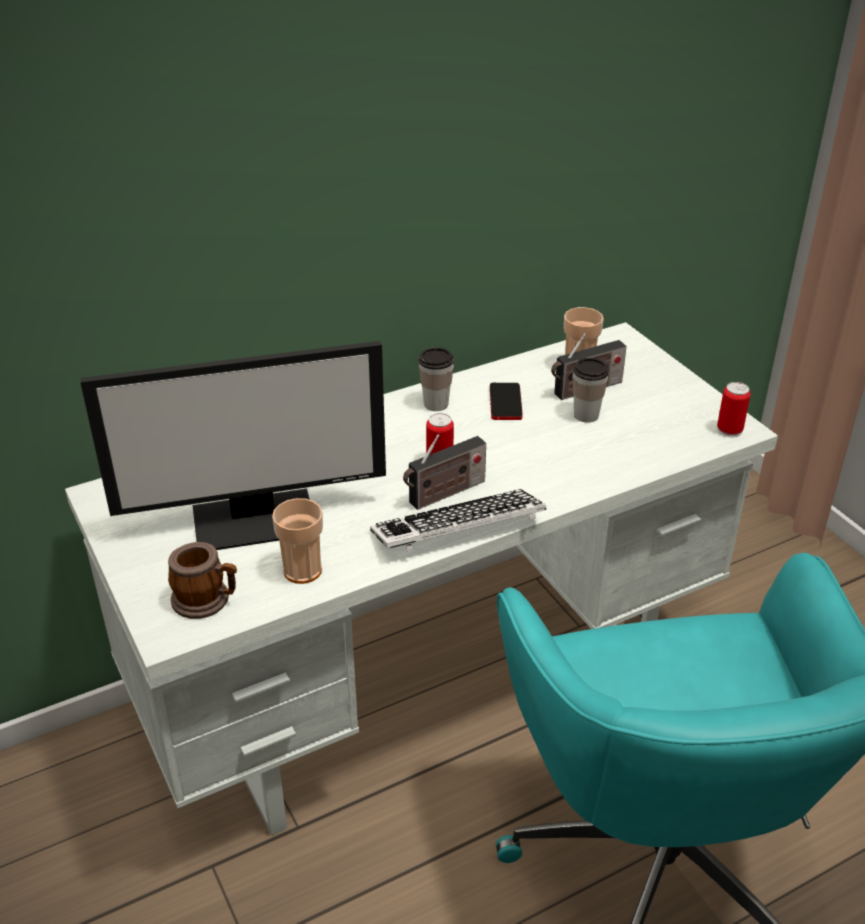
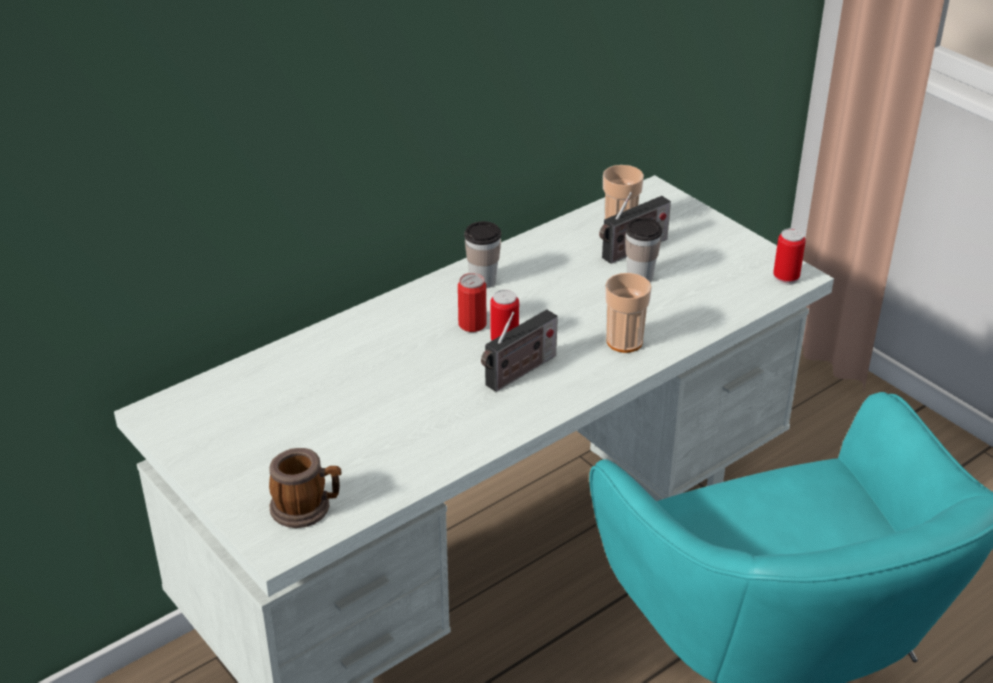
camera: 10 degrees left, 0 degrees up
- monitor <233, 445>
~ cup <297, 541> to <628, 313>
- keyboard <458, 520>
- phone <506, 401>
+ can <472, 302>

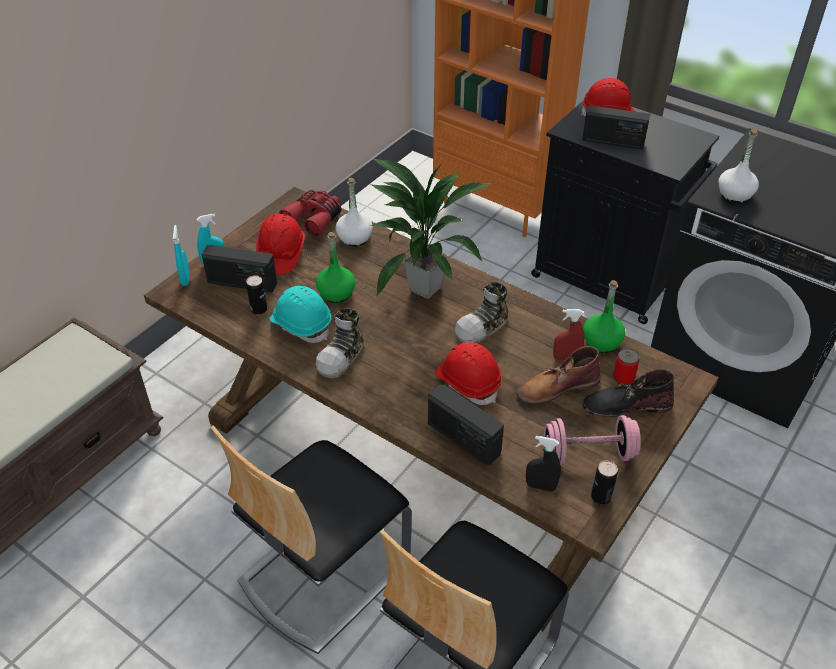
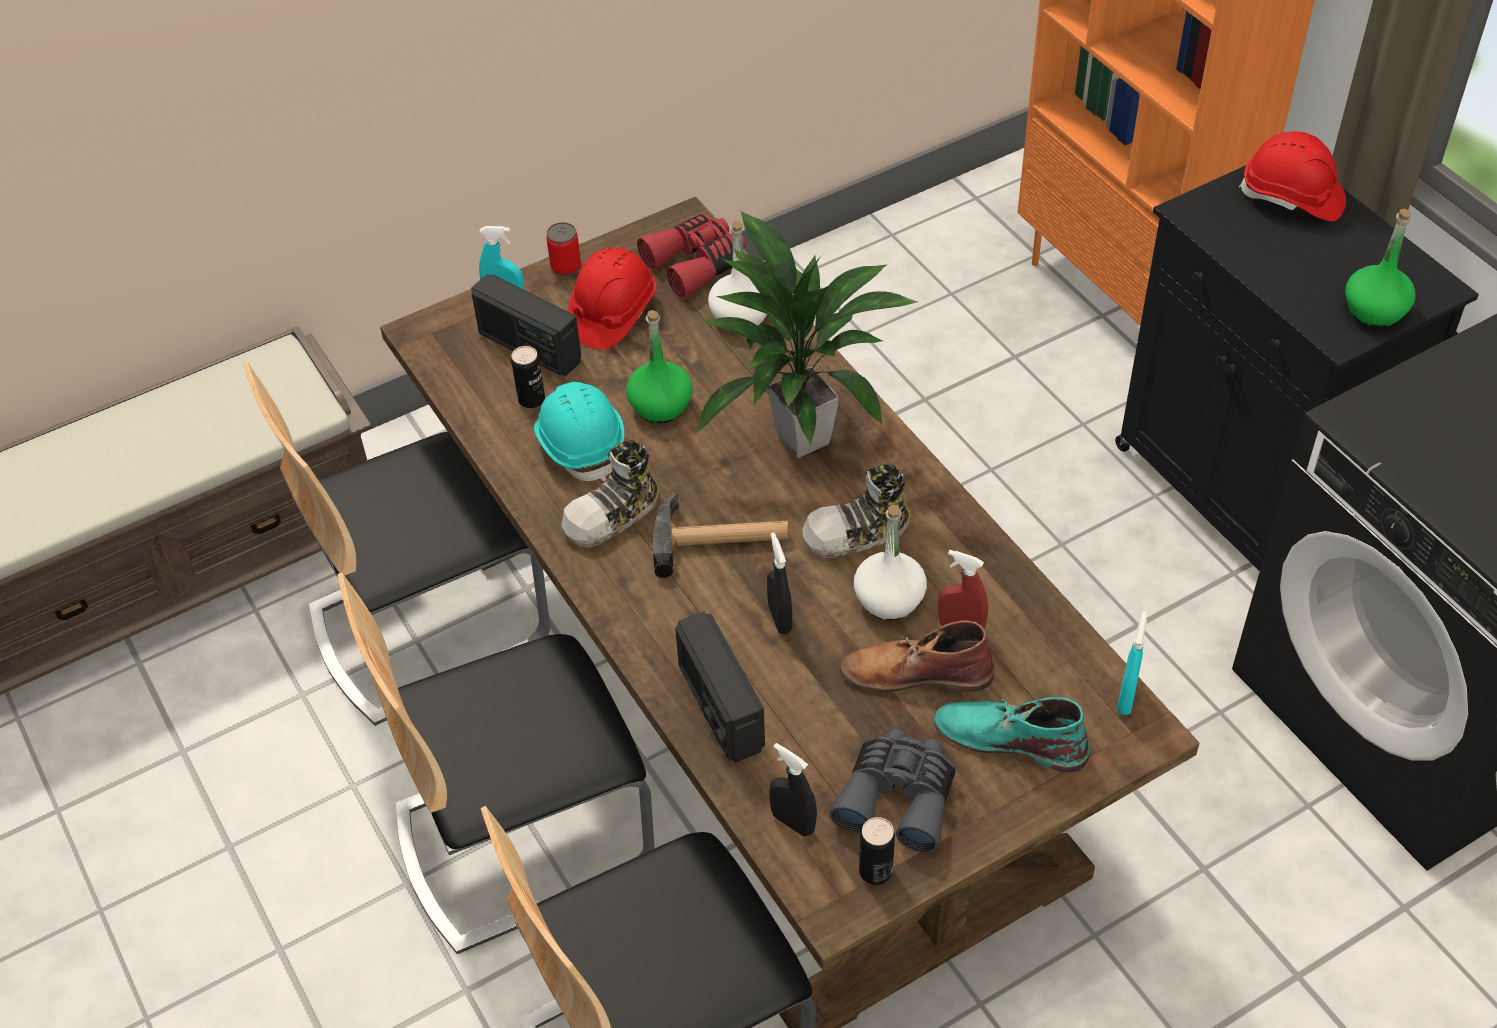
camera: 25 degrees right, 5 degrees up
~ turquoise spray bottle <181, 255> to <1132, 663>
~ red hard hat <468, 373> to black spray bottle <779, 583>
~ pink dumbbell <592, 439> to grey binoculars <892, 791>
- radio <616, 127>
~ black boot <628, 393> to turquoise boot <1012, 734>
~ green bottle <604, 316> to <1380, 268>
~ can <626, 366> to <563, 249>
~ white bottle <738, 166> to <890, 562>
+ chair <396, 544>
+ hammer <720, 535>

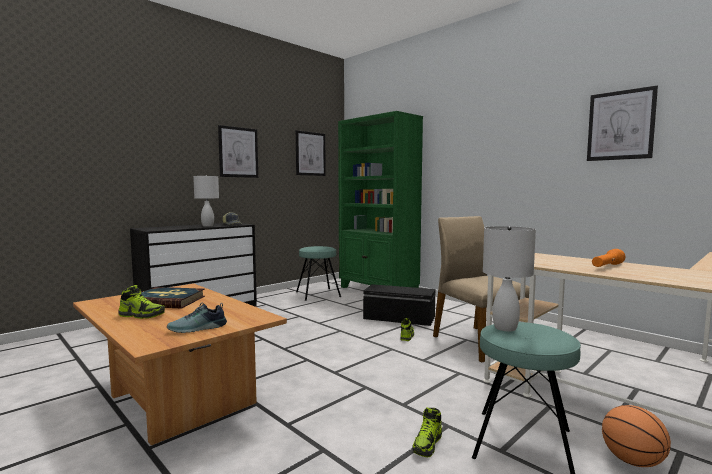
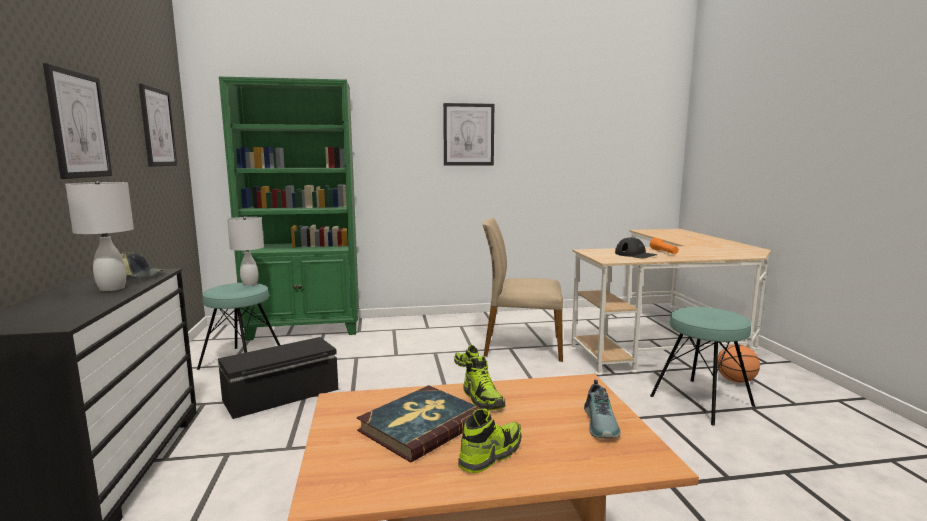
camera: 55 degrees left, 5 degrees up
~ black storage box <399, 305> to <278, 378>
~ shoe <427, 432> to <484, 383>
~ white table lamp <509, 278> to <245, 251>
~ picture <622, 123> to <468, 134>
+ black cap <636, 247>

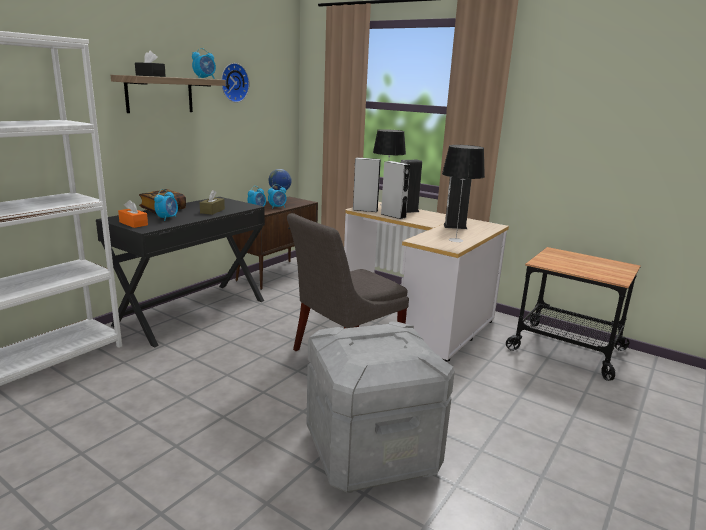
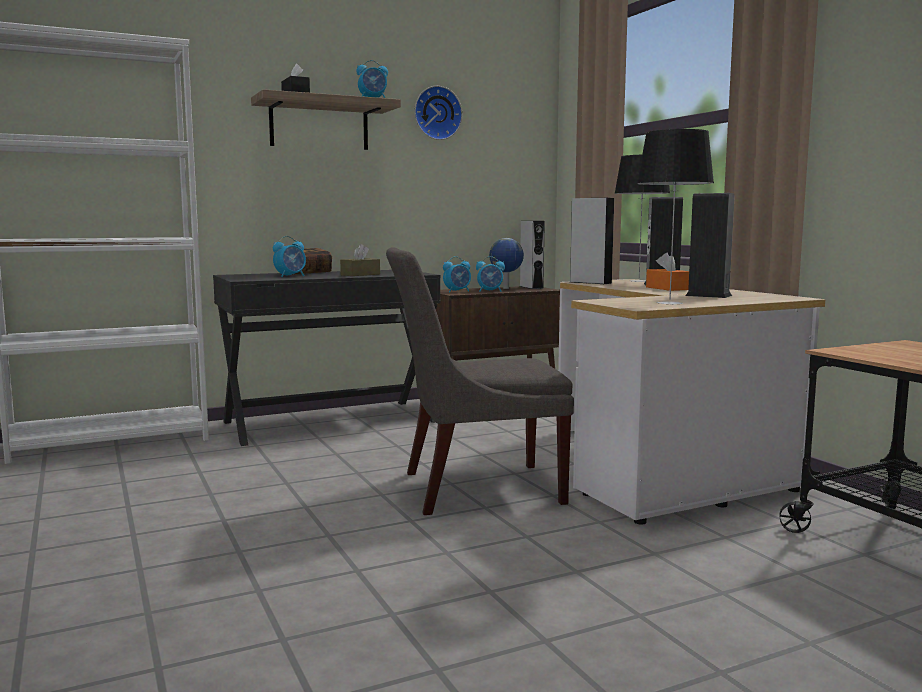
camera: 30 degrees right, 10 degrees down
~ orange tissue box <133, 214> to <667, 272>
- grey storage box <381, 407>
~ grey speaker <395, 190> to <532, 255>

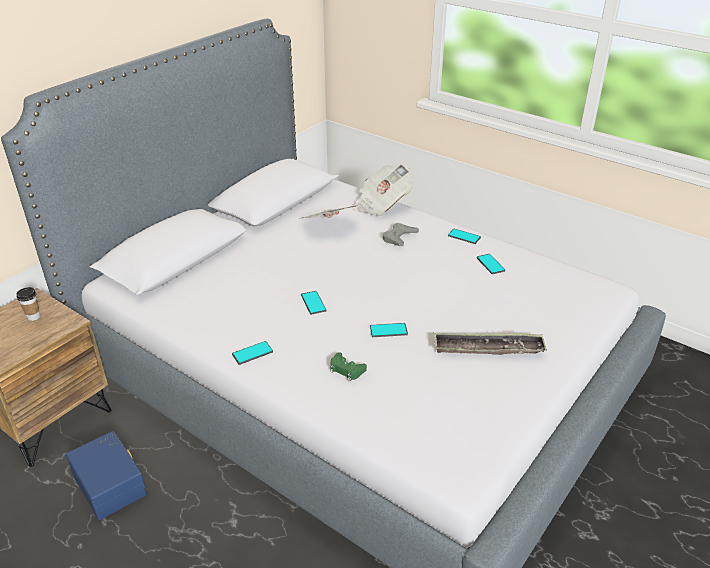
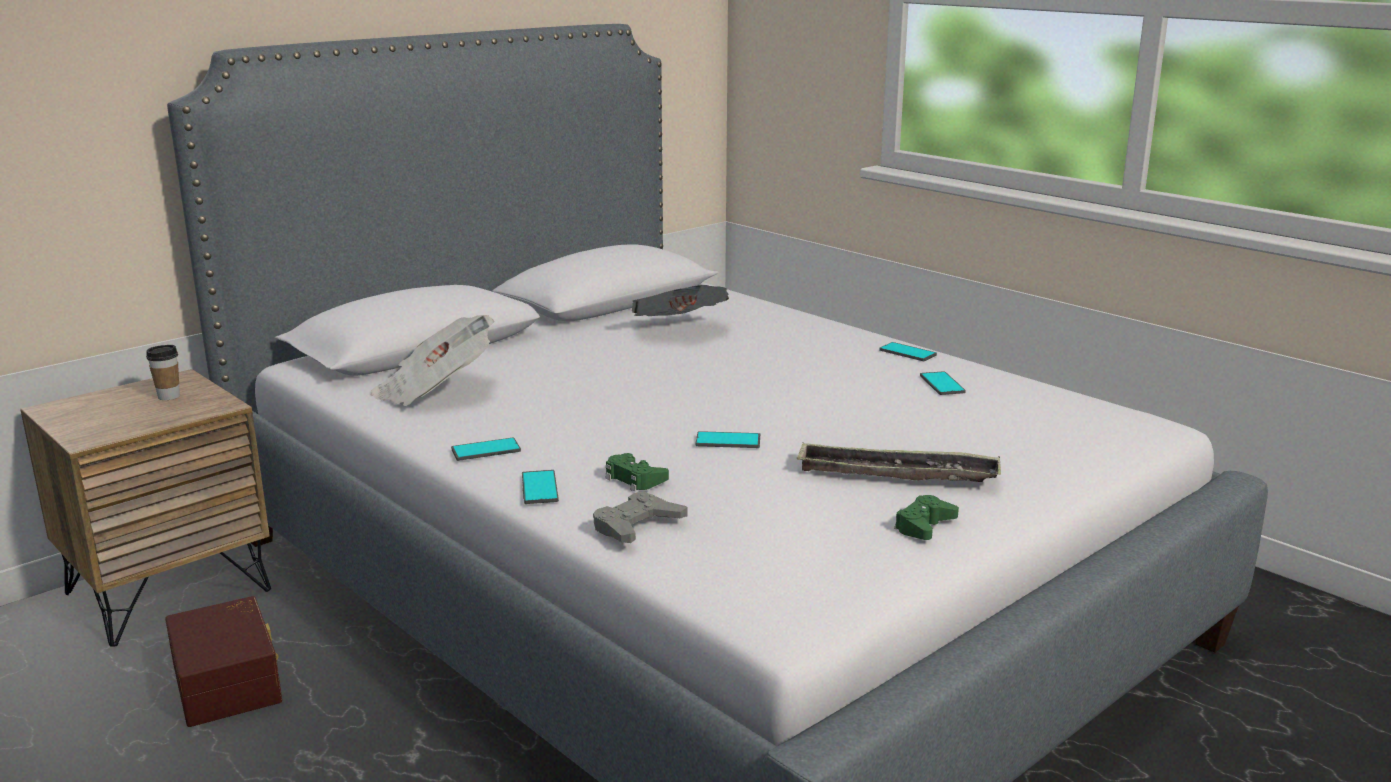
camera: 10 degrees right, 15 degrees down
~ blue storage box <106, 475> to brown storage box <223, 661>
~ phone <313, 303> to <540, 487>
~ newspaper <383, 190> to <432, 360>
~ grey game controller <401, 234> to <640, 517>
+ green game controller <926, 517>

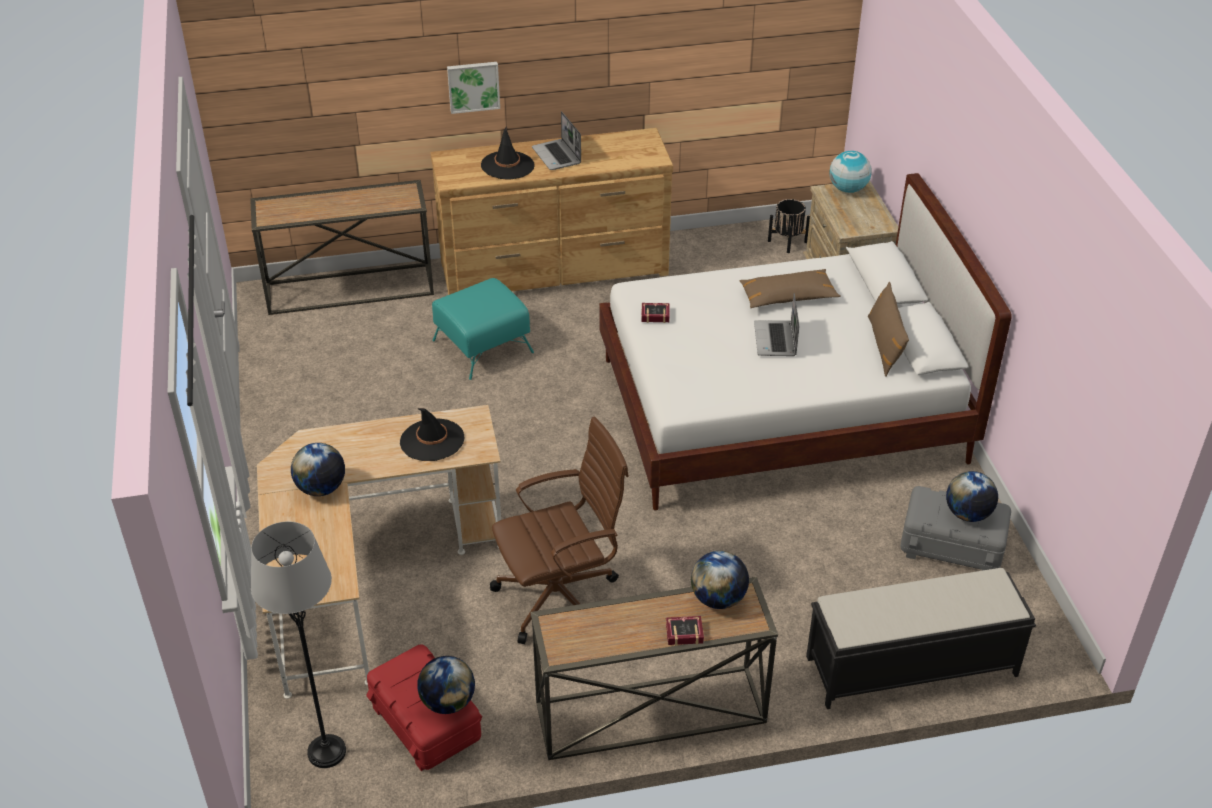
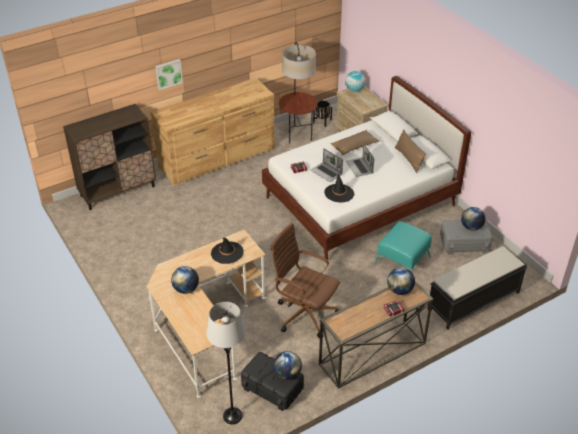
camera: 20 degrees left, 0 degrees up
~ console table <342, 247> to brown cabinet <109, 157>
~ red storage box <424, 707> to black storage box <272, 381>
~ turquoise ottoman <483, 329> to <403, 246>
~ black hat <508, 152> to <339, 188>
~ brown office chair <559, 530> = <305, 280> 105 degrees counterclockwise
~ laptop <556, 140> to <327, 165>
+ floor lamp <298, 93>

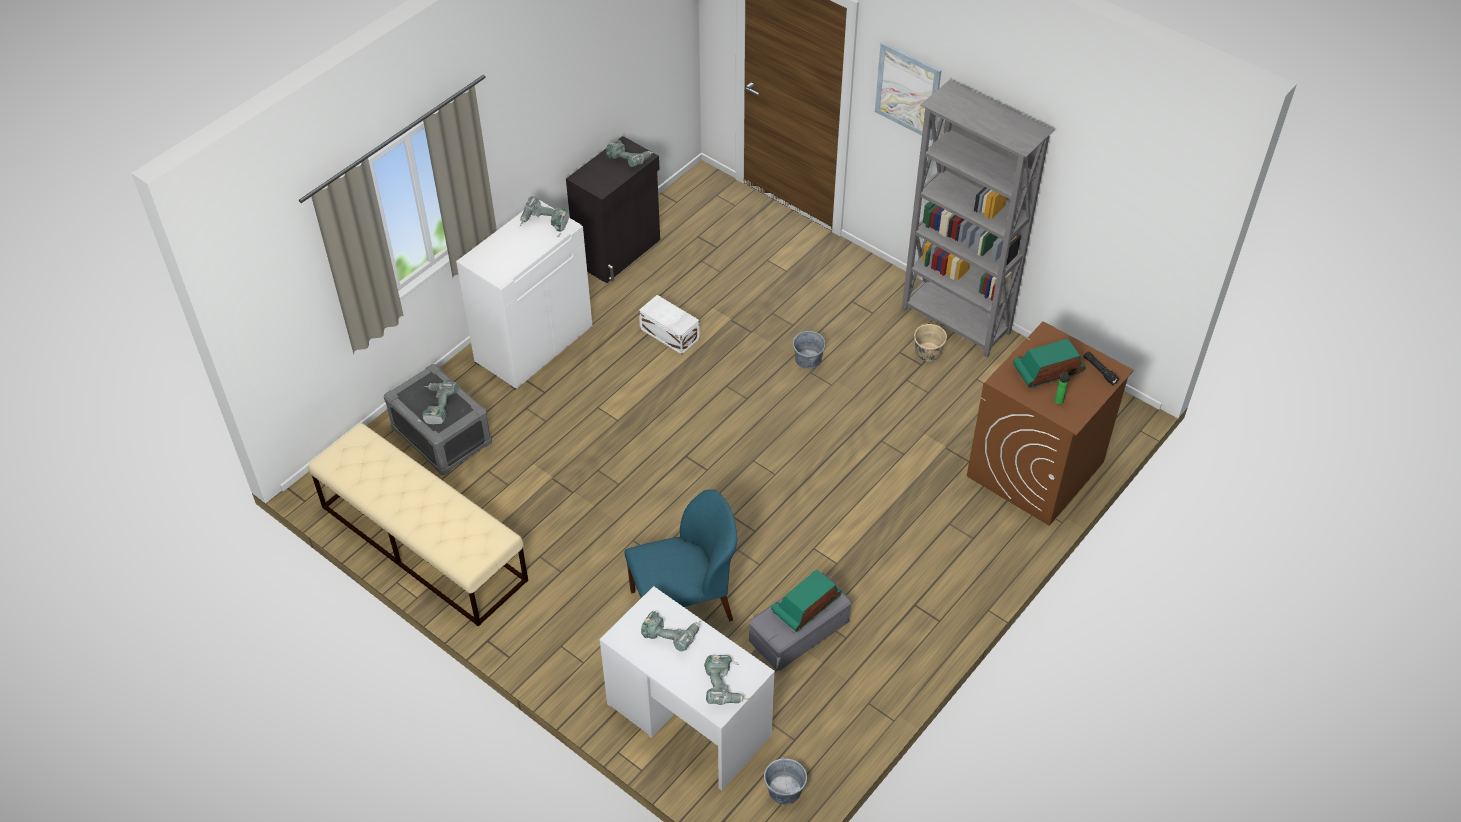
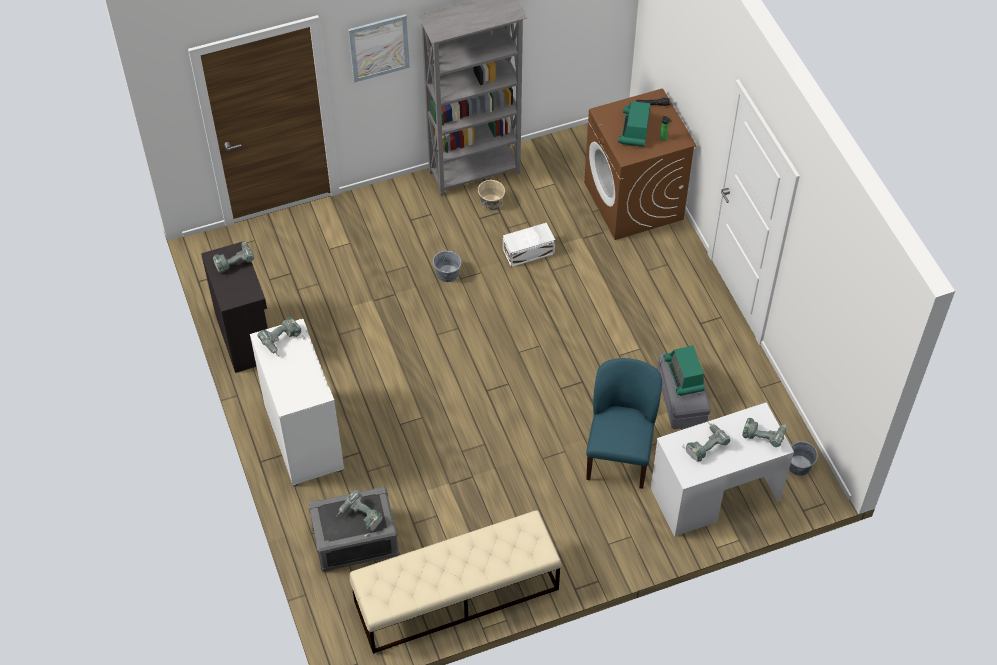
camera: 60 degrees left, 5 degrees up
~ white storage box <669, 325> to <529, 245>

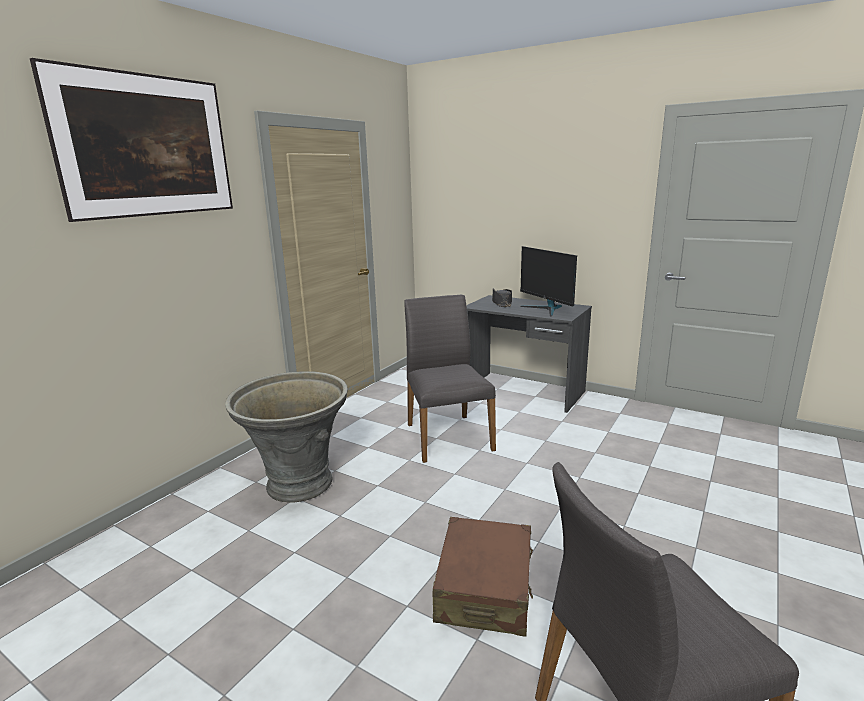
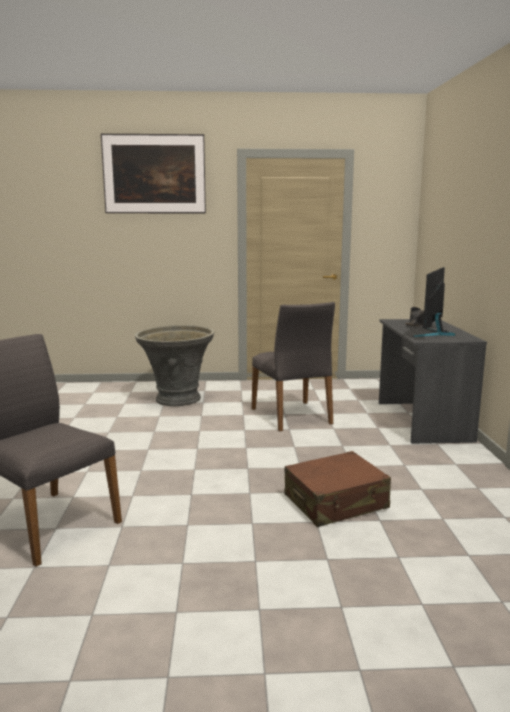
camera: 55 degrees right, 5 degrees down
~ grey chair <450, 379> = <293, 366> 120 degrees clockwise
~ brown suitcase <483, 577> to <337, 489>

